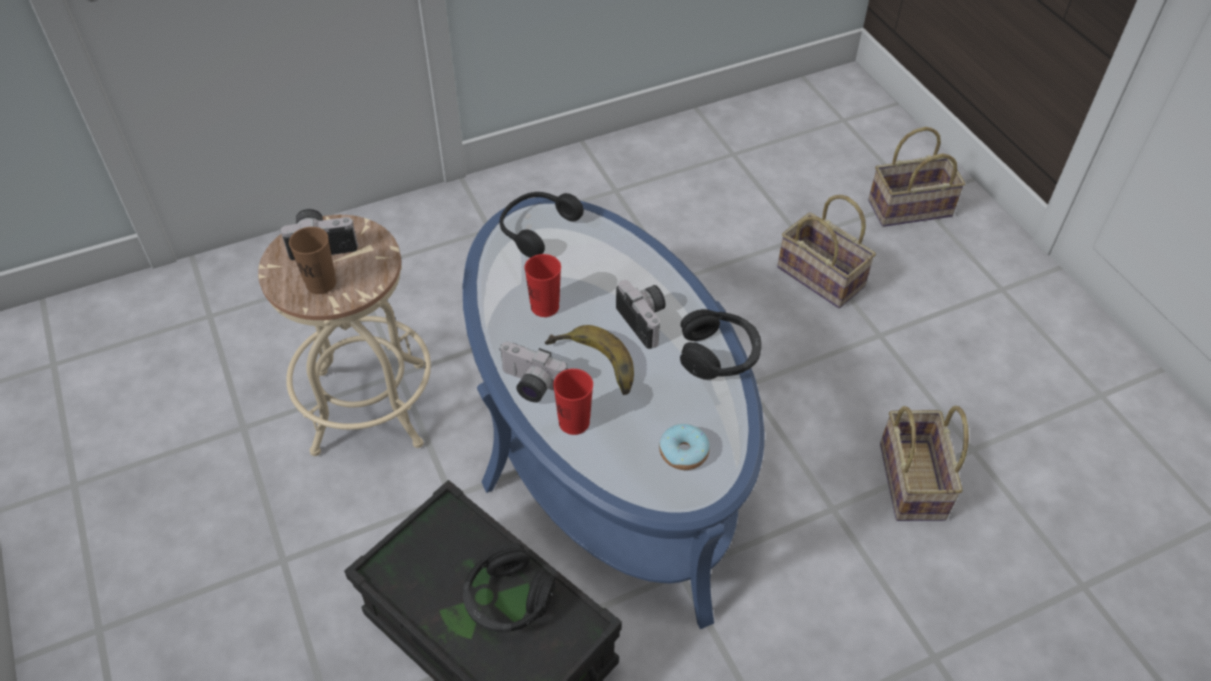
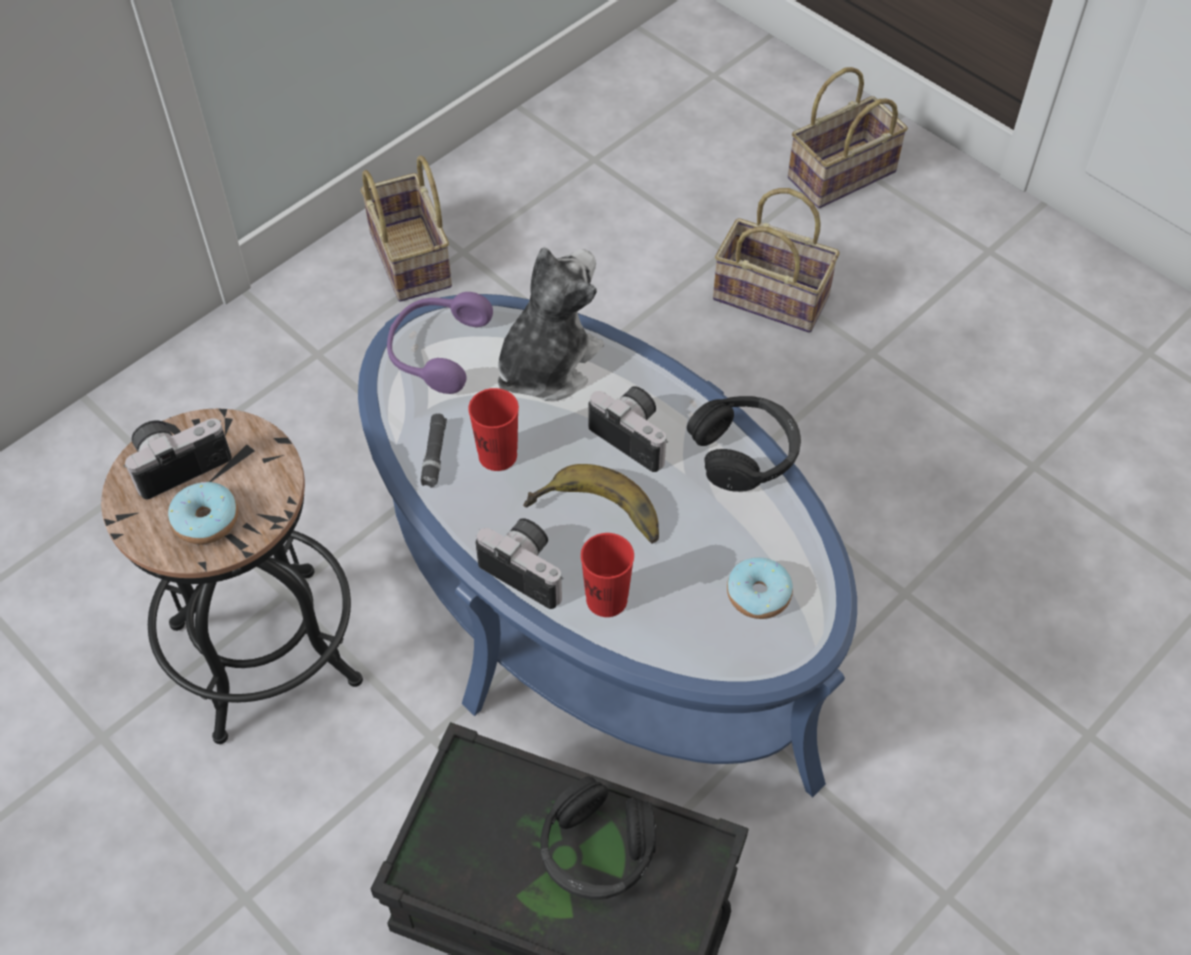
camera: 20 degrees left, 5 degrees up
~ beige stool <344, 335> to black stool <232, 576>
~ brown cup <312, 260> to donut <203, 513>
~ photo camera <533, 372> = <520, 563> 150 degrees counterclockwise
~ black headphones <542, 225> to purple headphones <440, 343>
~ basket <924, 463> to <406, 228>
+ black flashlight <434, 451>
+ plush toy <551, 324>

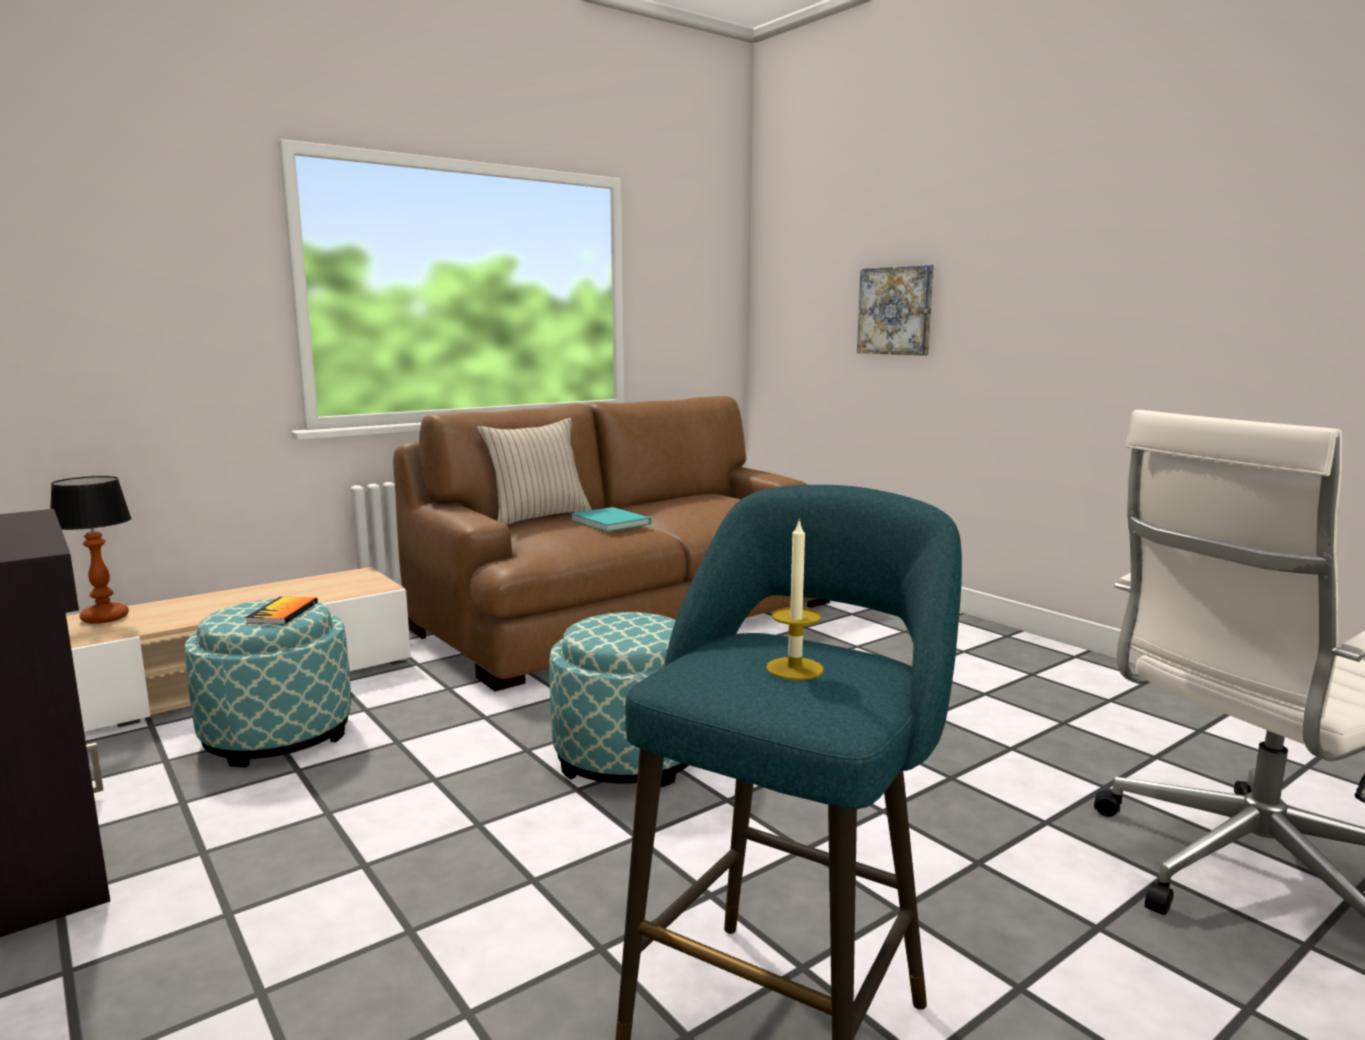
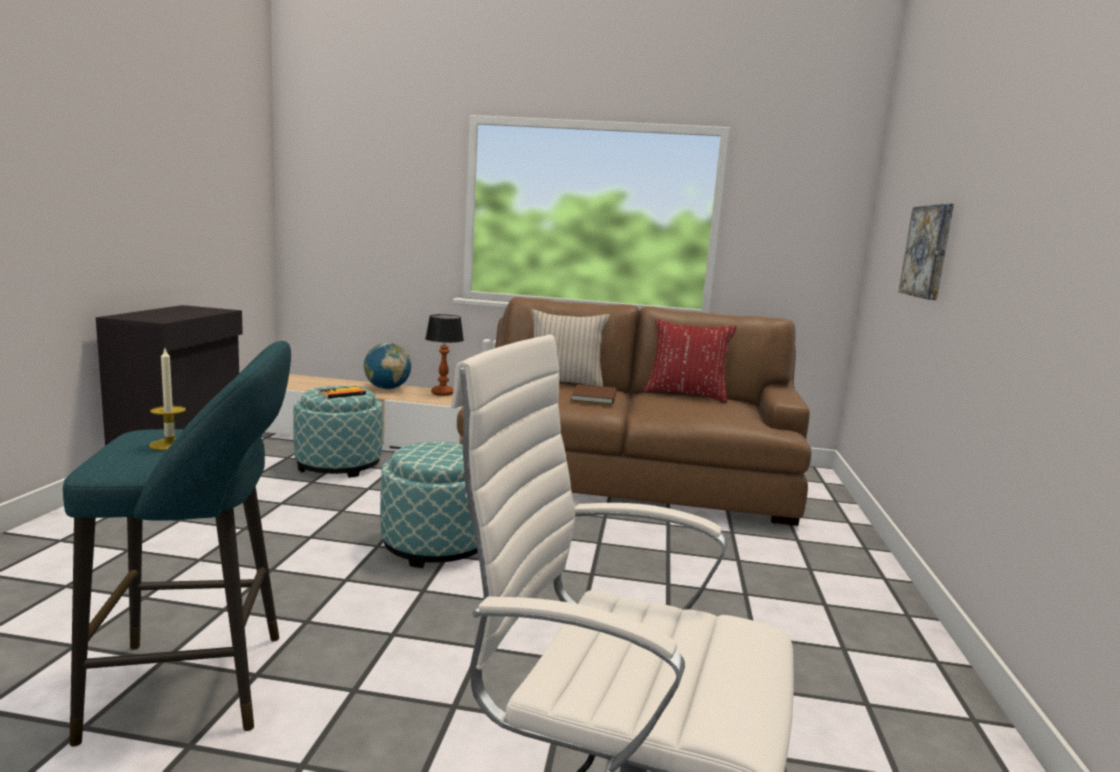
camera: 45 degrees right, 0 degrees up
~ table lamp <91, 550> to <444, 355>
~ turquoise book <611, 519> to brown book <594, 394>
+ globe <387, 366>
+ red pillow <690, 361>

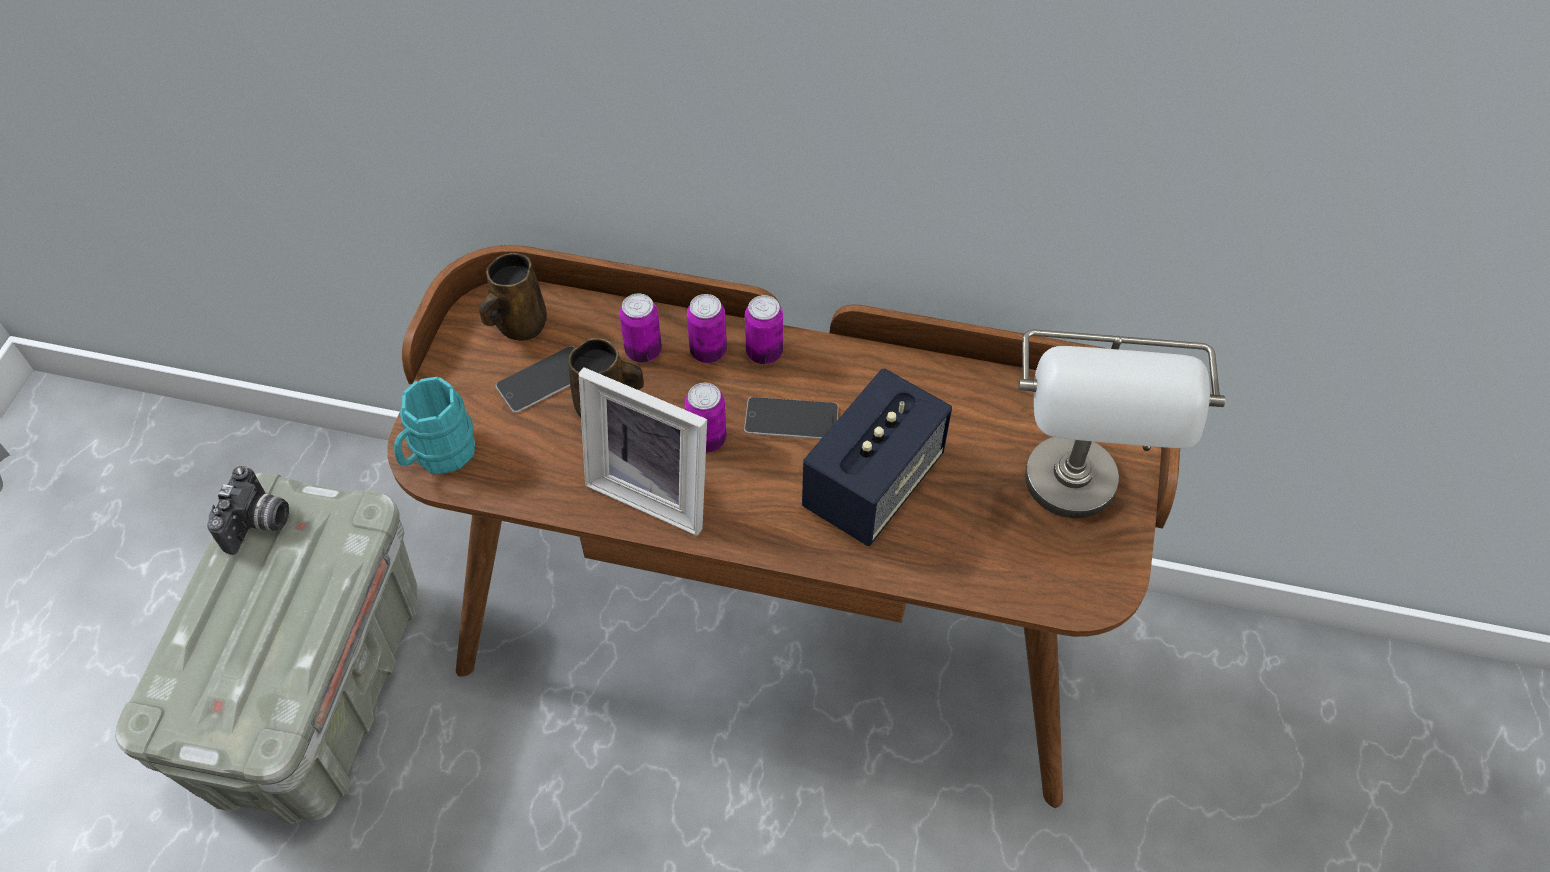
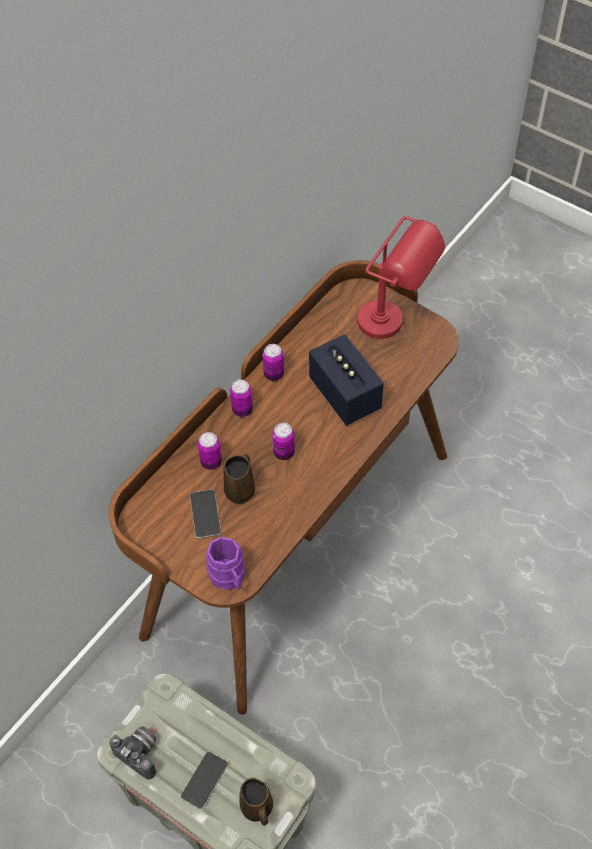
camera: 65 degrees left, 0 degrees up
~ turquoise mug <434, 426> to purple mug <225, 563>
~ brown mug <513, 296> to <256, 802>
- picture frame <643, 451>
~ can <707, 328> to <273, 362>
~ phone <791, 418> to <204, 780>
~ grey table lamp <1121, 423> to red table lamp <401, 277>

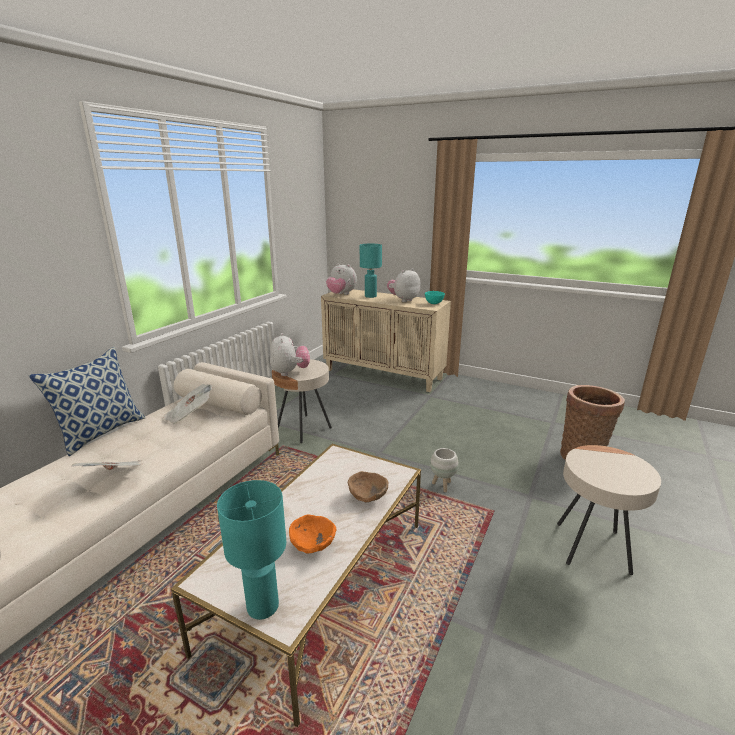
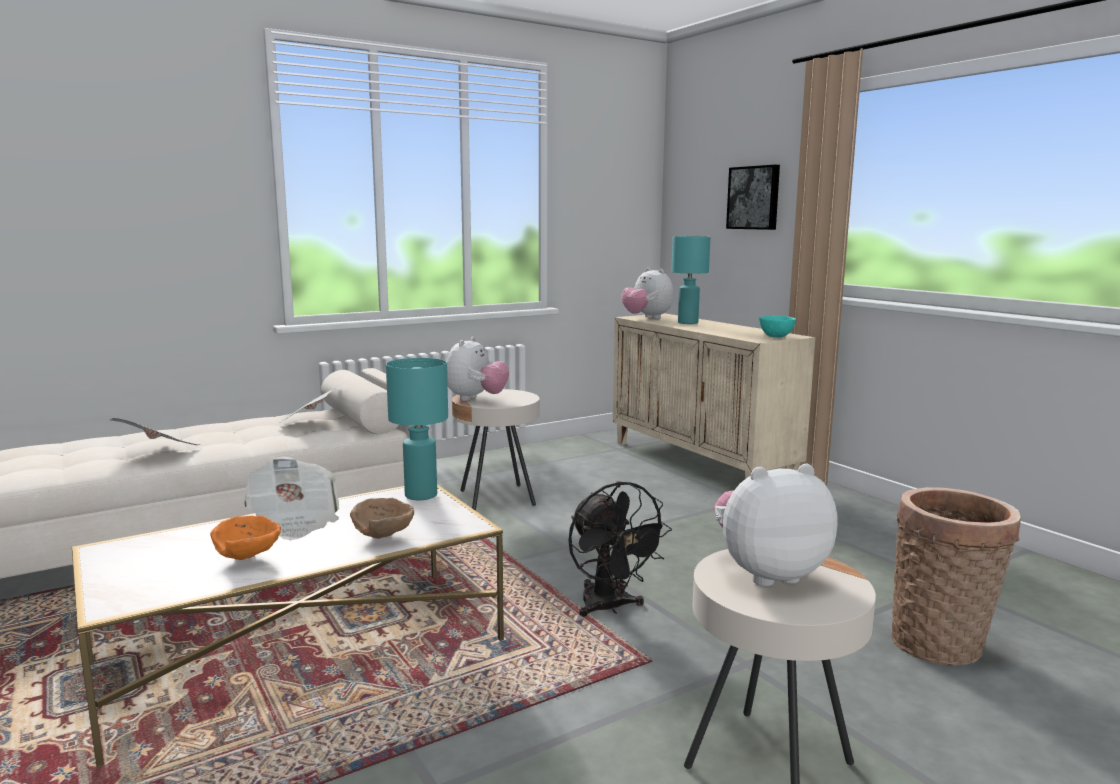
camera: 30 degrees right, 10 degrees down
- pillow <87, 401>
~ turquoise table lamp <251, 550> to <417, 429>
~ plush toy <404, 285> to <775, 525>
~ white planter <444, 470> to black fan <620, 549>
+ newspaper <291, 498>
+ picture <753, 197>

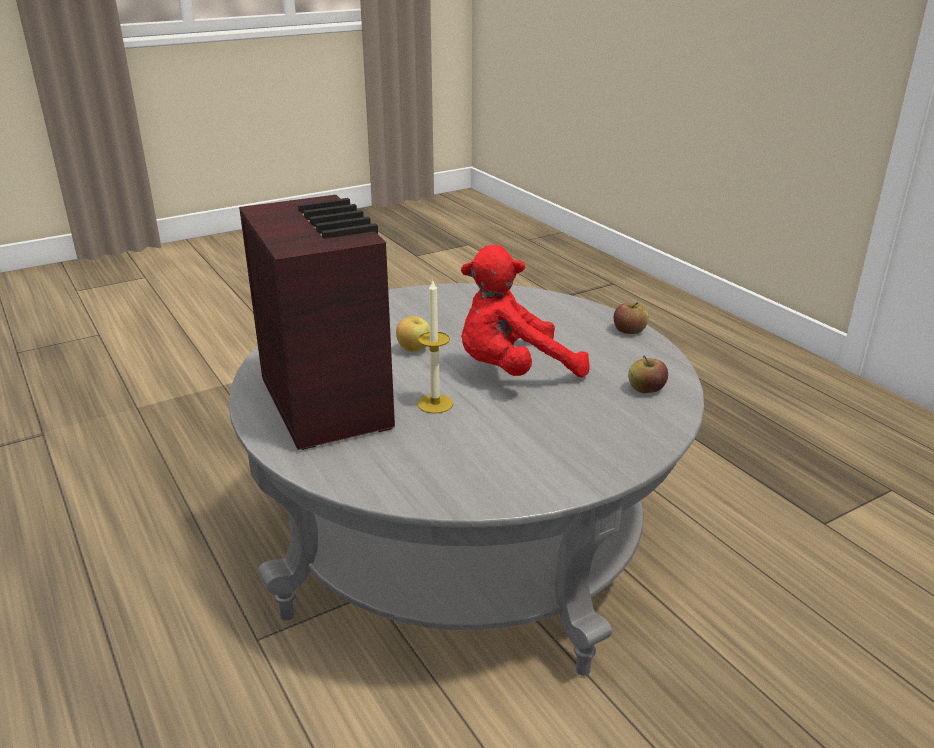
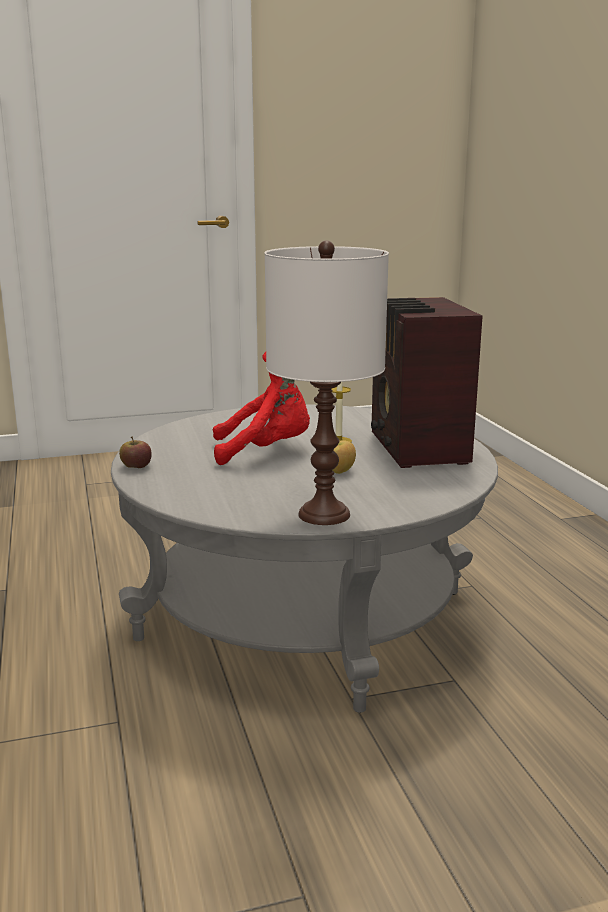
camera: 165 degrees left, 10 degrees down
- apple <648, 374>
+ white table lamp <327, 382>

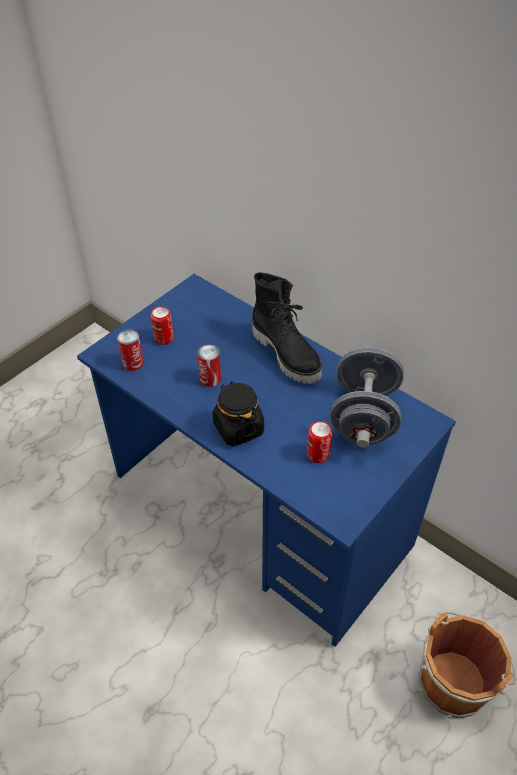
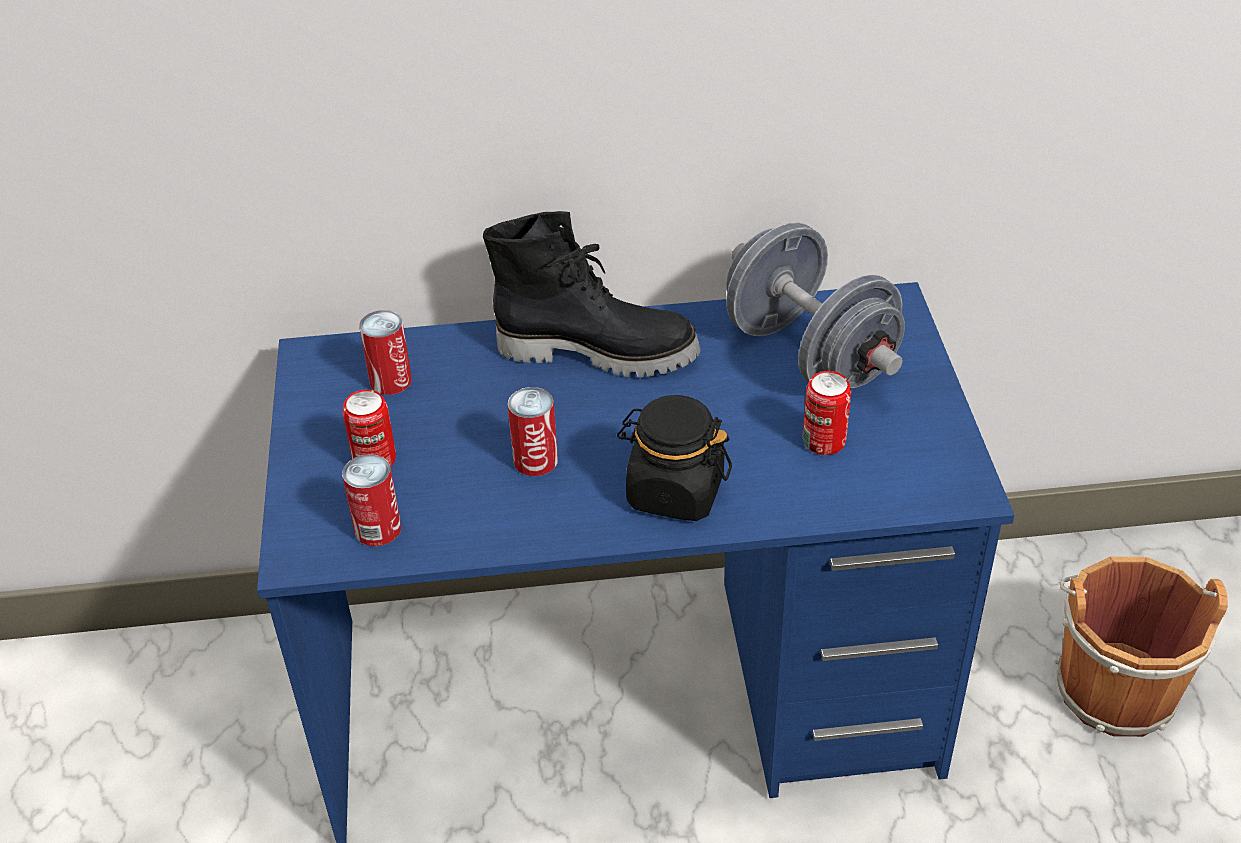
camera: 45 degrees left, 5 degrees down
+ can <385, 352>

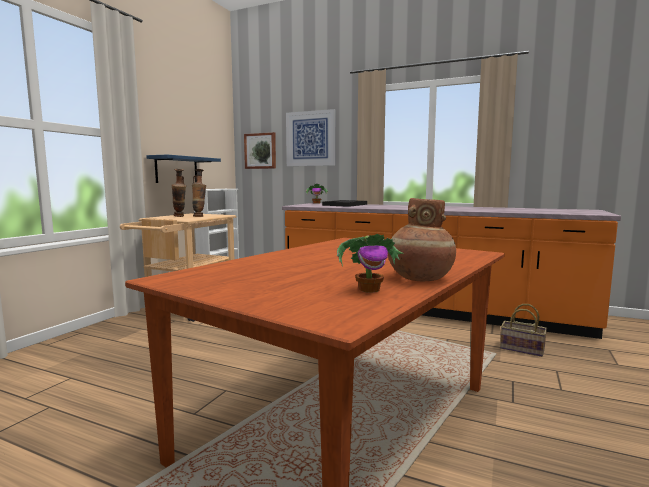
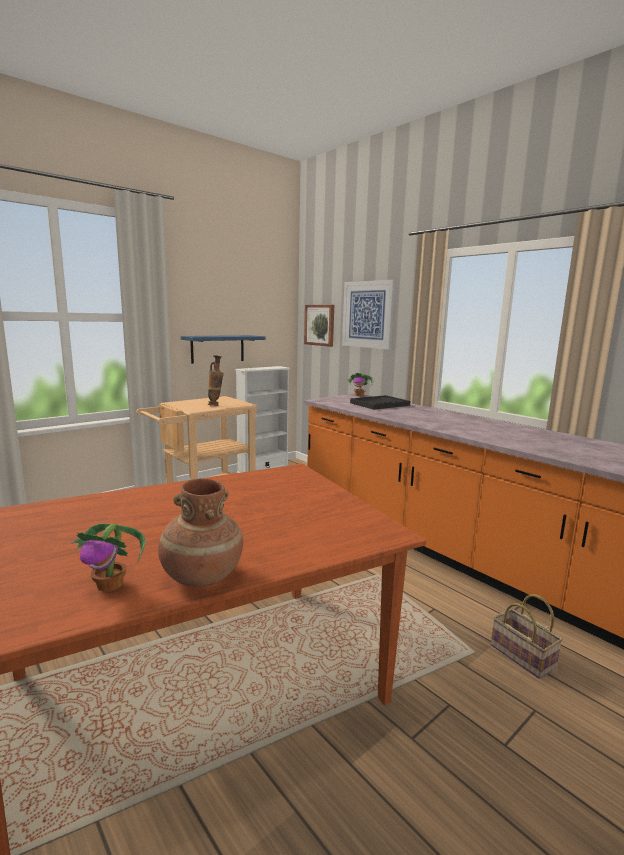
camera: 25 degrees right, 5 degrees up
- vase <178, 193>

